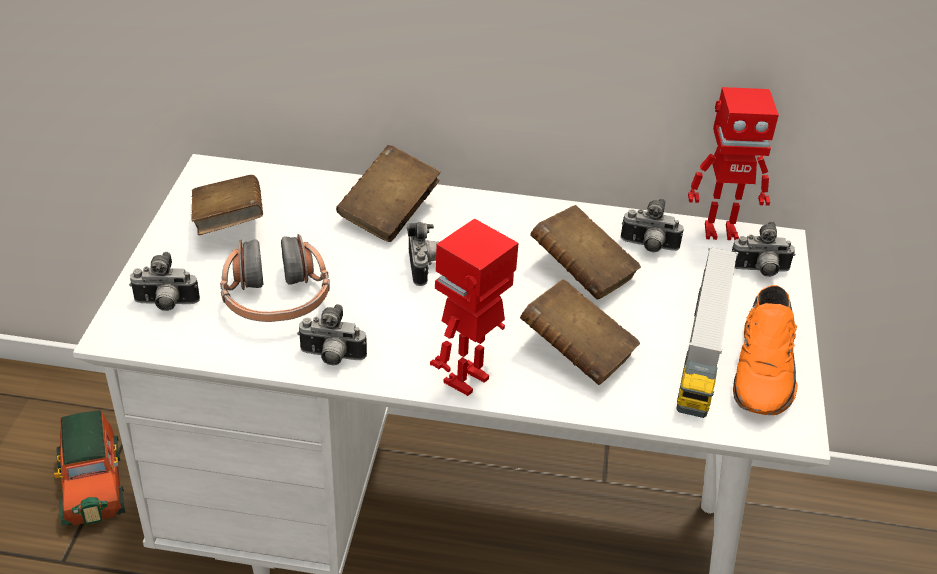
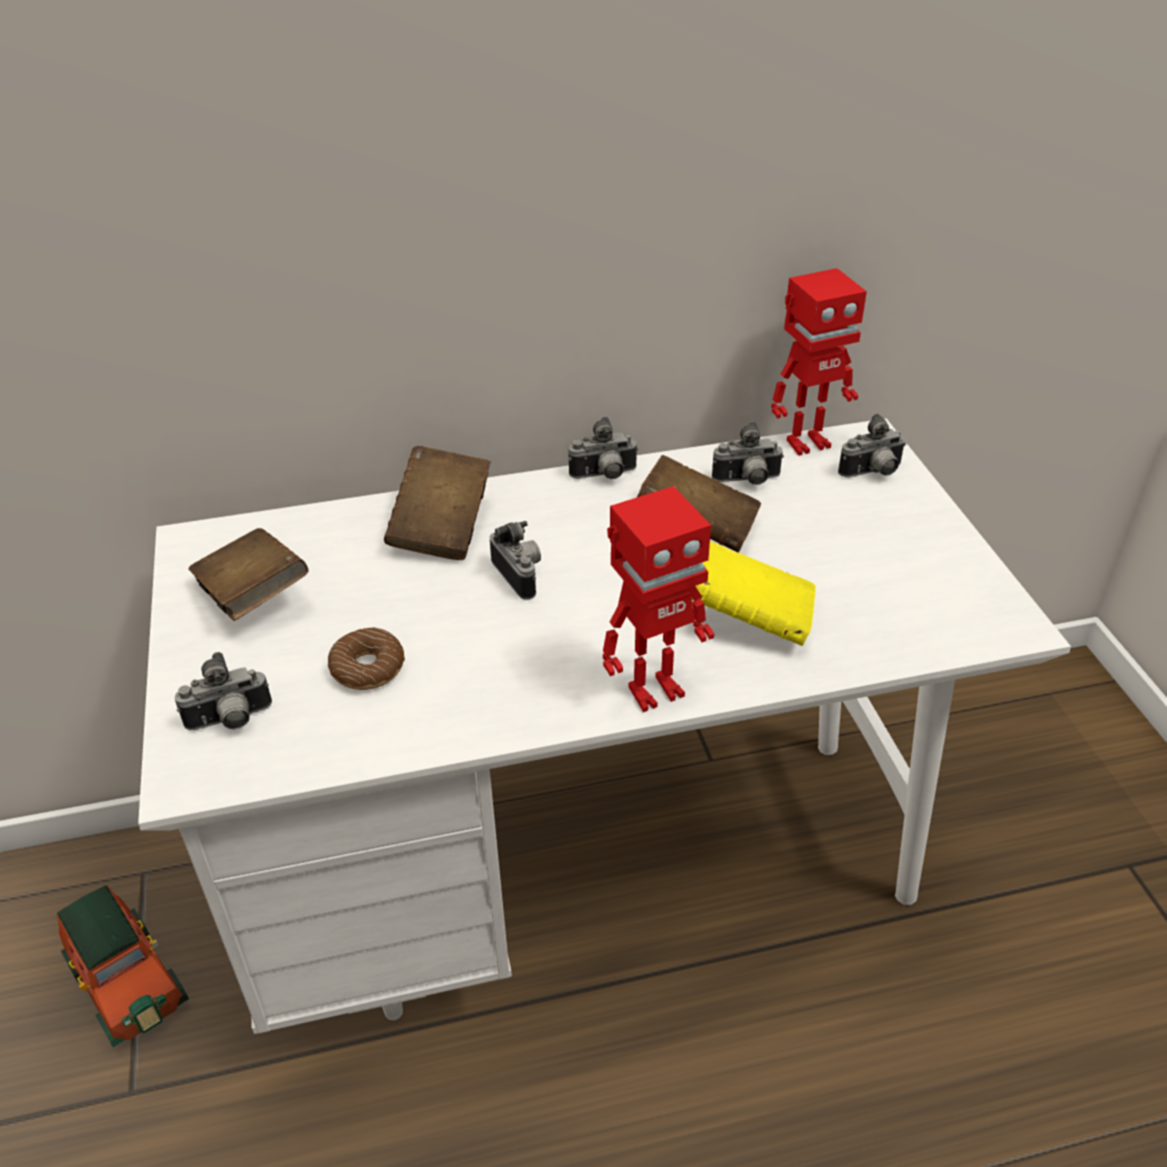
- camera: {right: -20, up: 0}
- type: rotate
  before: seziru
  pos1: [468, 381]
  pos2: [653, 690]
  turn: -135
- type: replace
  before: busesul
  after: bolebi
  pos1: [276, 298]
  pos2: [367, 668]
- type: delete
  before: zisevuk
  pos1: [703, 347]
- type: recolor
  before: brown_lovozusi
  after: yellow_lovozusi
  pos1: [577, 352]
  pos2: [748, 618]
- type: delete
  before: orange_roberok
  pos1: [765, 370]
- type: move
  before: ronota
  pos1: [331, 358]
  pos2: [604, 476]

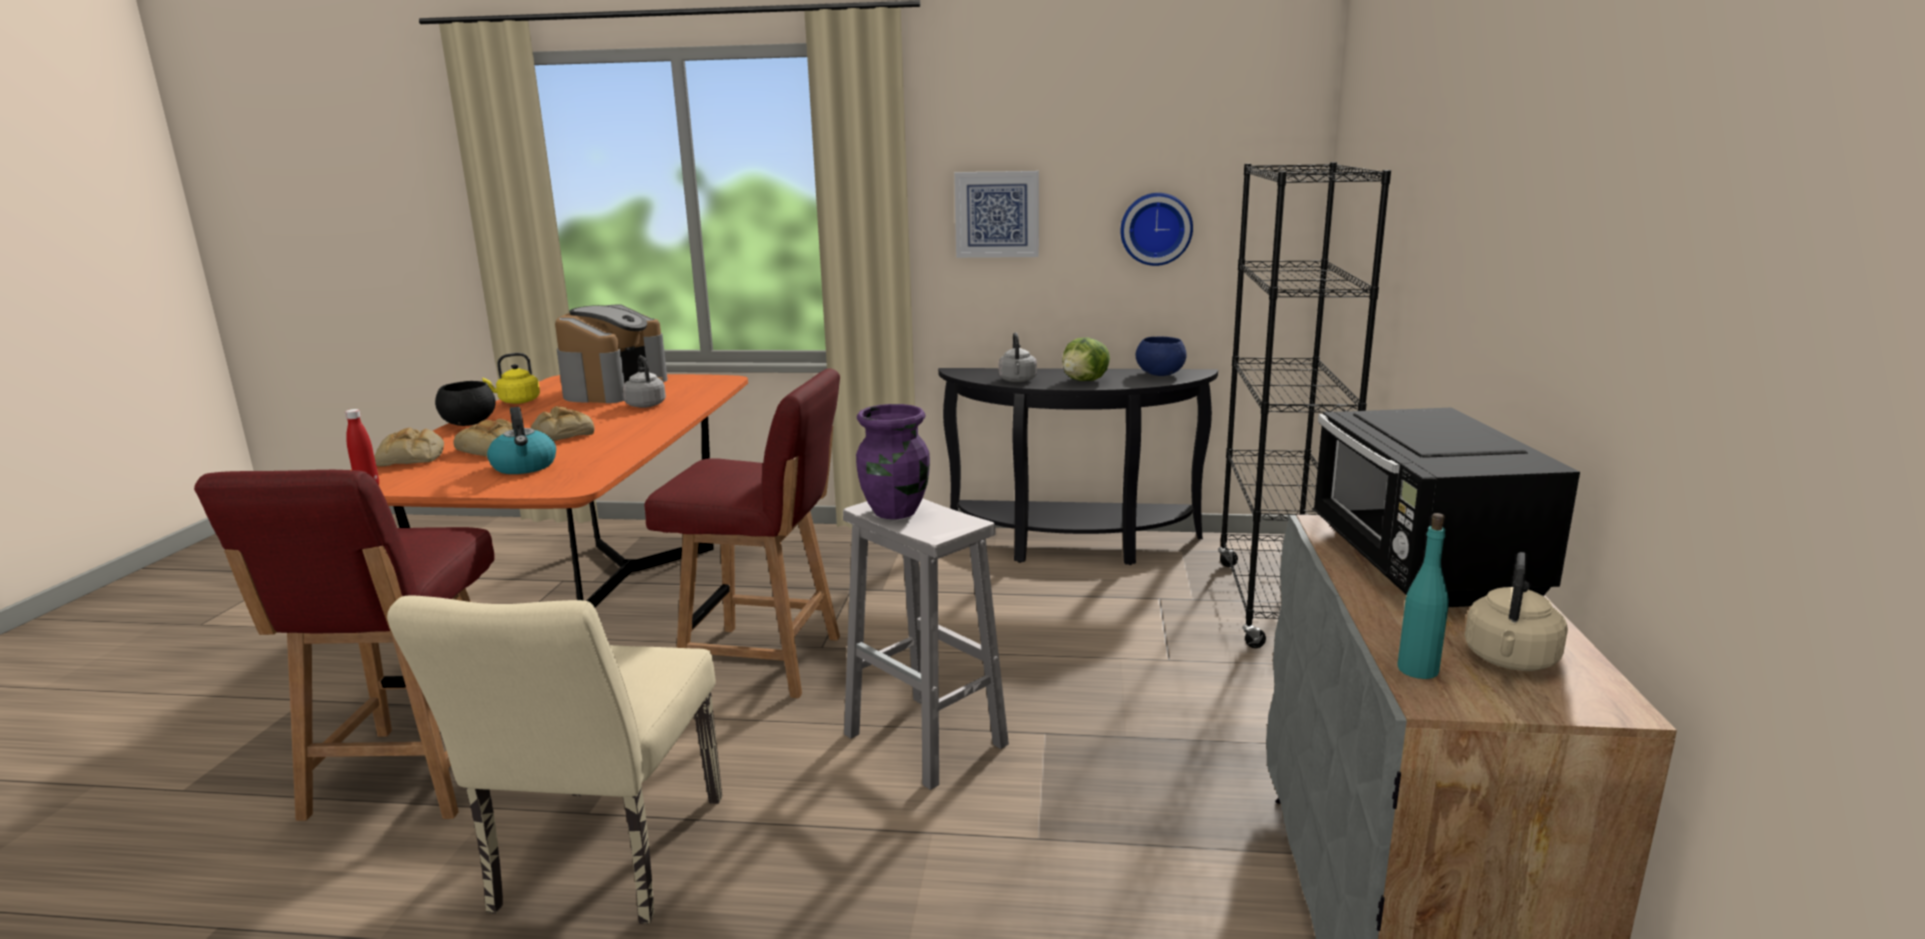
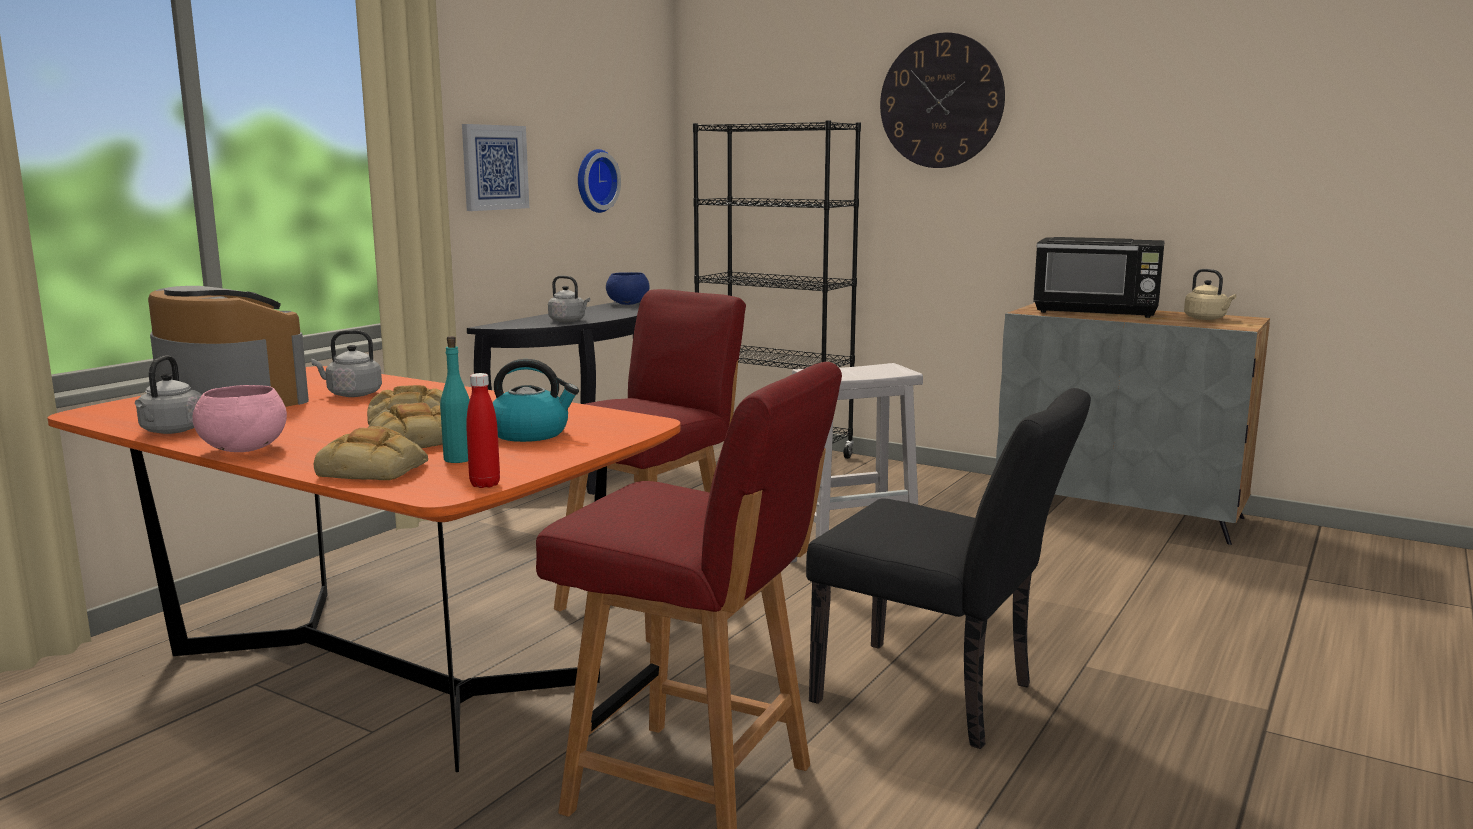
- camera: {right: -65, up: -5}
- type: delete
  before: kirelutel
  pos1: [1085, 381]
- type: recolor
  before: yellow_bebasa
  after: grey_bebasa
  pos1: [517, 401]
  pos2: [171, 431]
- type: recolor
  before: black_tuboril
  after: pink_tuboril
  pos1: [468, 424]
  pos2: [244, 449]
- type: delete
  before: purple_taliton
  pos1: [896, 512]
- type: move
  before: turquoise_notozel
  pos1: [1417, 669]
  pos2: [458, 459]
- type: recolor
  before: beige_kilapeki
  after: black_kilapeki
  pos1: [601, 864]
  pos2: [939, 697]
- type: insert
  after: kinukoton
  pos2: [941, 101]

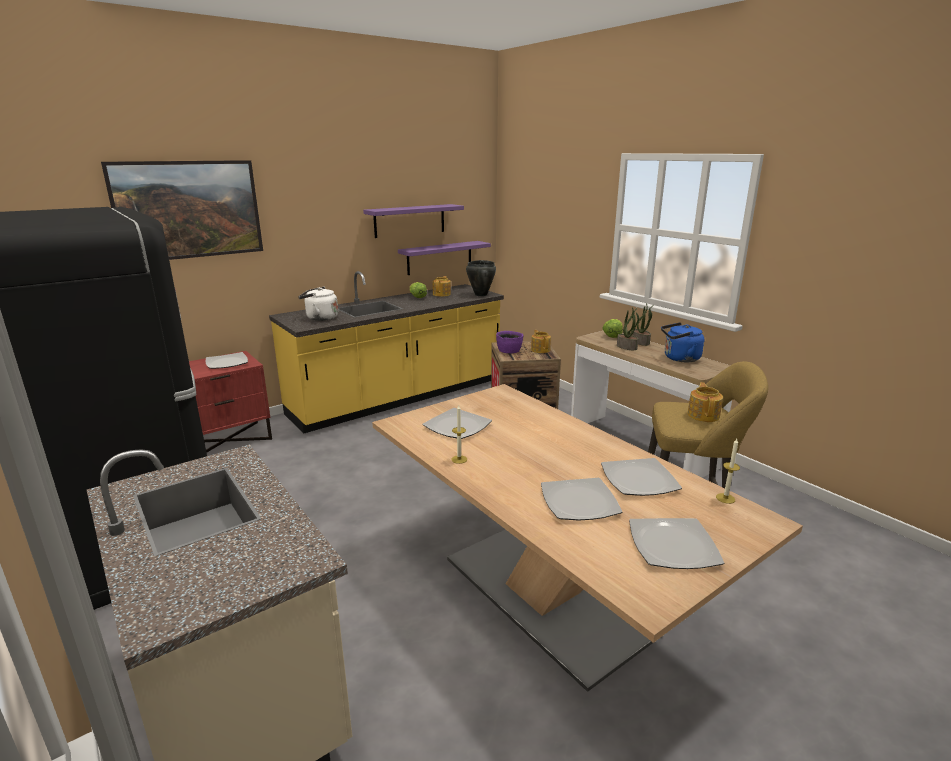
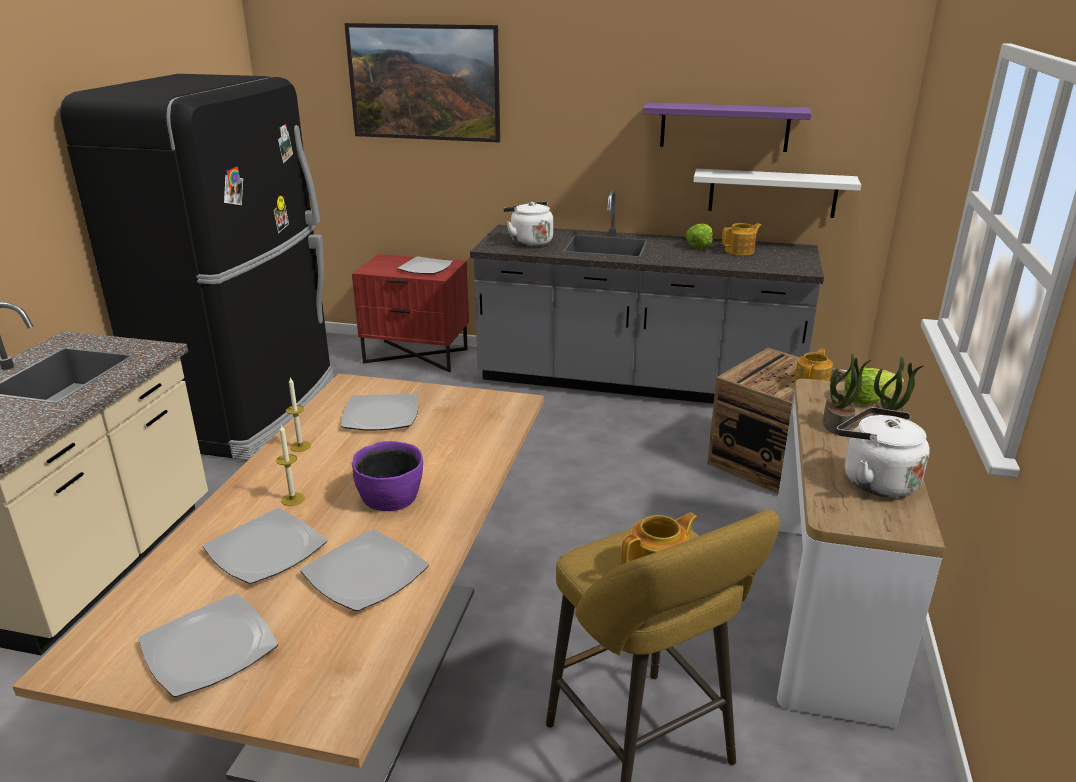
- camera: {right: 50, up: 5}
- type: recolor
  before: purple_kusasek
  after: white_kusasek
  pos1: [439, 257]
  pos2: [772, 193]
- type: delete
  before: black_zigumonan
  pos1: [480, 295]
- type: recolor
  before: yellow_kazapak
  after: grey_kazapak
  pos1: [398, 398]
  pos2: [637, 383]
- type: recolor
  before: blue_bebasa
  after: white_bebasa
  pos1: [679, 358]
  pos2: [874, 481]
- type: move
  before: purple_tuboril
  pos1: [509, 350]
  pos2: [391, 496]
- type: move
  before: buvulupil
  pos1: [725, 498]
  pos2: [292, 499]

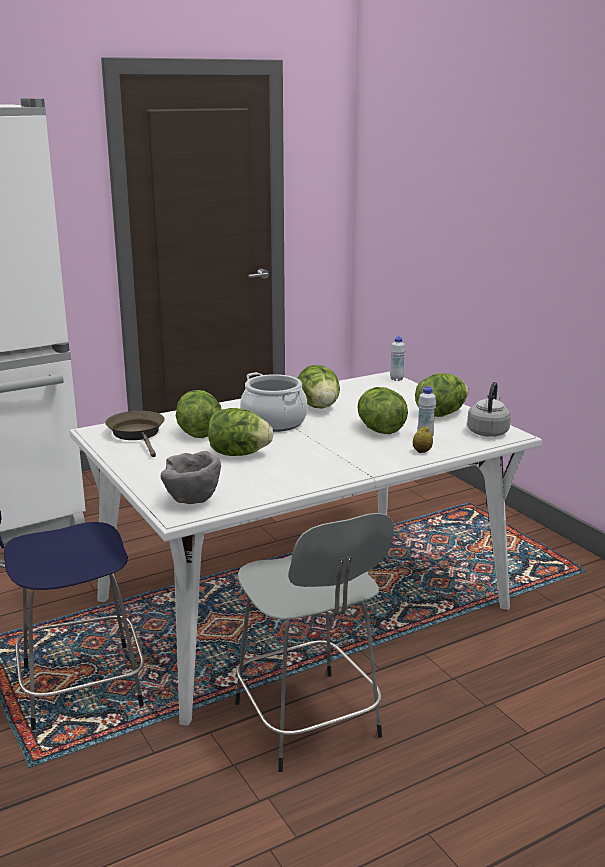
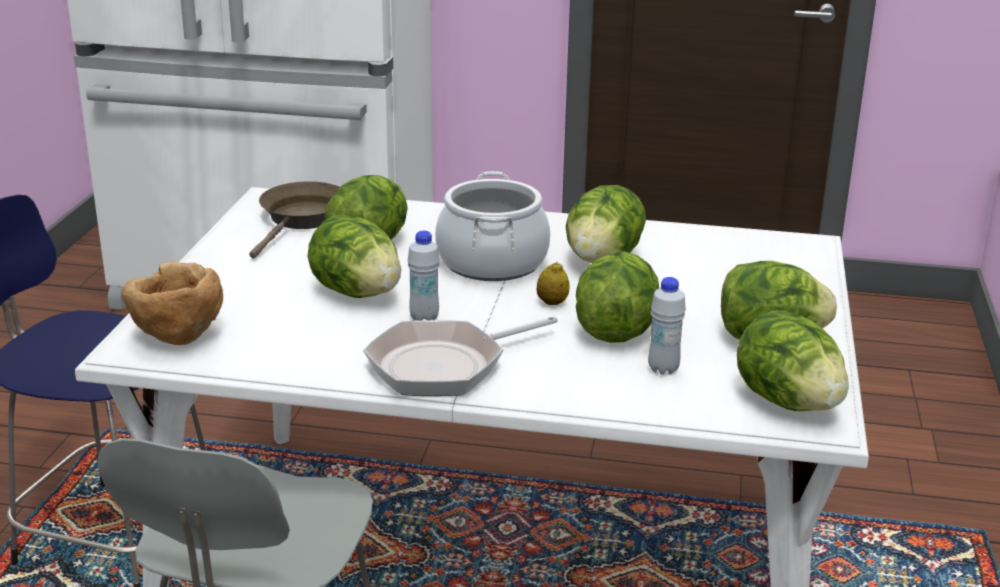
- camera: {right: 40, up: 5}
- type: move
  before: white_notozel
  pos1: [396, 379]
  pos2: [424, 317]
- type: replace
  before: grey_bebasa
  after: kirelutel
  pos1: [488, 431]
  pos2: [788, 402]
- type: move
  before: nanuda
  pos1: [422, 451]
  pos2: [552, 303]
- type: recolor
  before: grey_tuboril
  after: brown_tuboril
  pos1: [192, 501]
  pos2: [177, 338]
- type: insert
  after: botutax
  pos2: [445, 366]

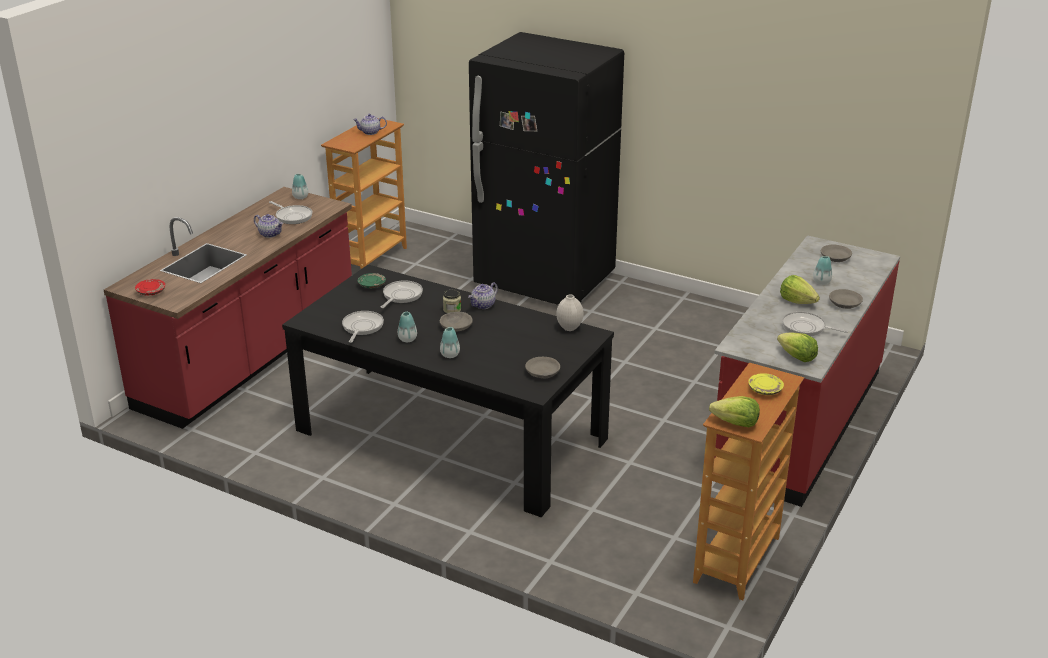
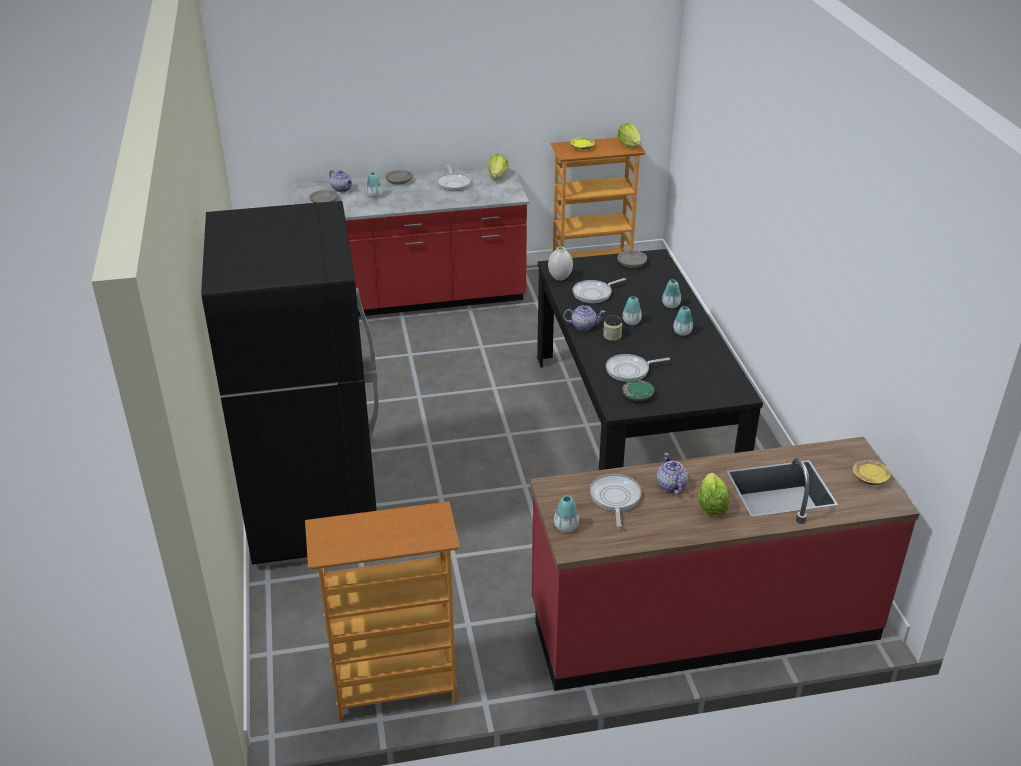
- camera: {right: -130, up: 5}
- type: move
  before: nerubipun
  pos1: [370, 132]
  pos2: [342, 189]
- type: move
  before: kirelutel
  pos1: [797, 301]
  pos2: [711, 505]
- type: recolor
  before: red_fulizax
  after: yellow_fulizax
  pos1: [151, 292]
  pos2: [869, 478]
- type: move
  before: botutax
  pos1: [362, 327]
  pos2: [594, 293]
- type: replace
  before: grey_tuboril
  after: taliton
  pos1: [456, 326]
  pos2: [631, 322]

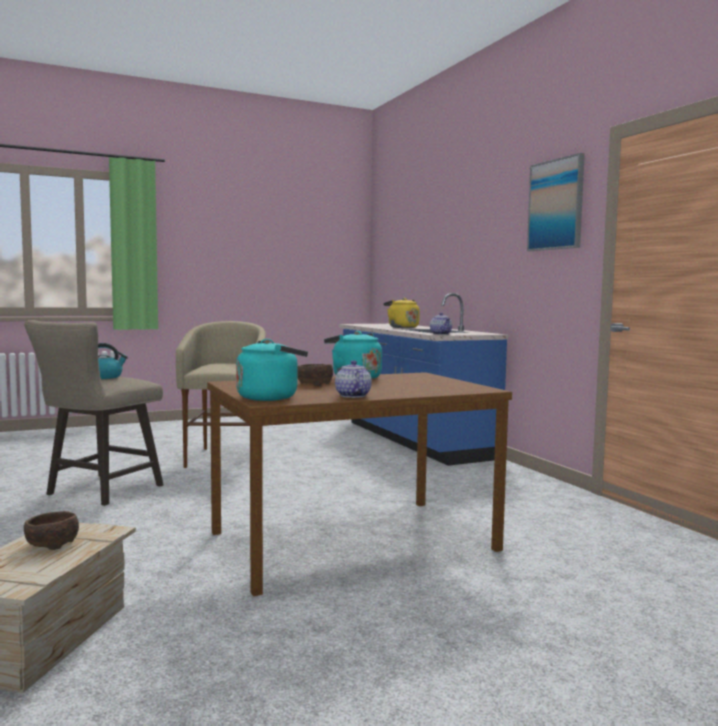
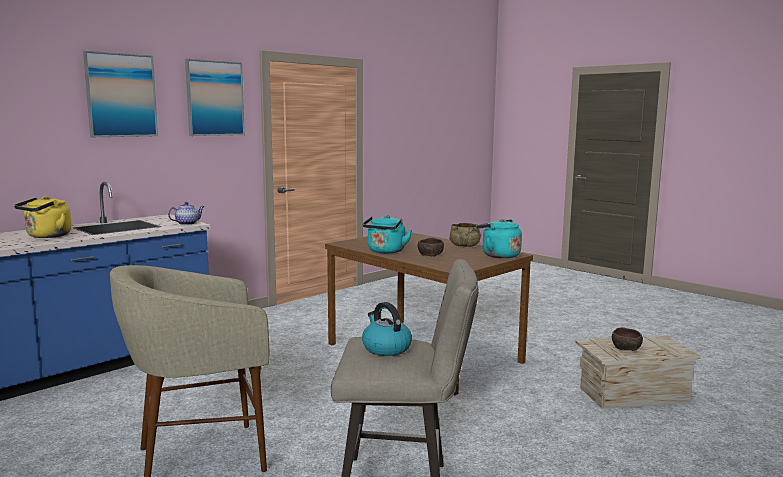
- camera: {right: -110, up: 5}
- type: replace
  before: nerubipun
  after: beige_tuboril
  pos1: [352, 395]
  pos2: [465, 246]
- type: insert
  after: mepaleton
  pos2: [121, 95]

